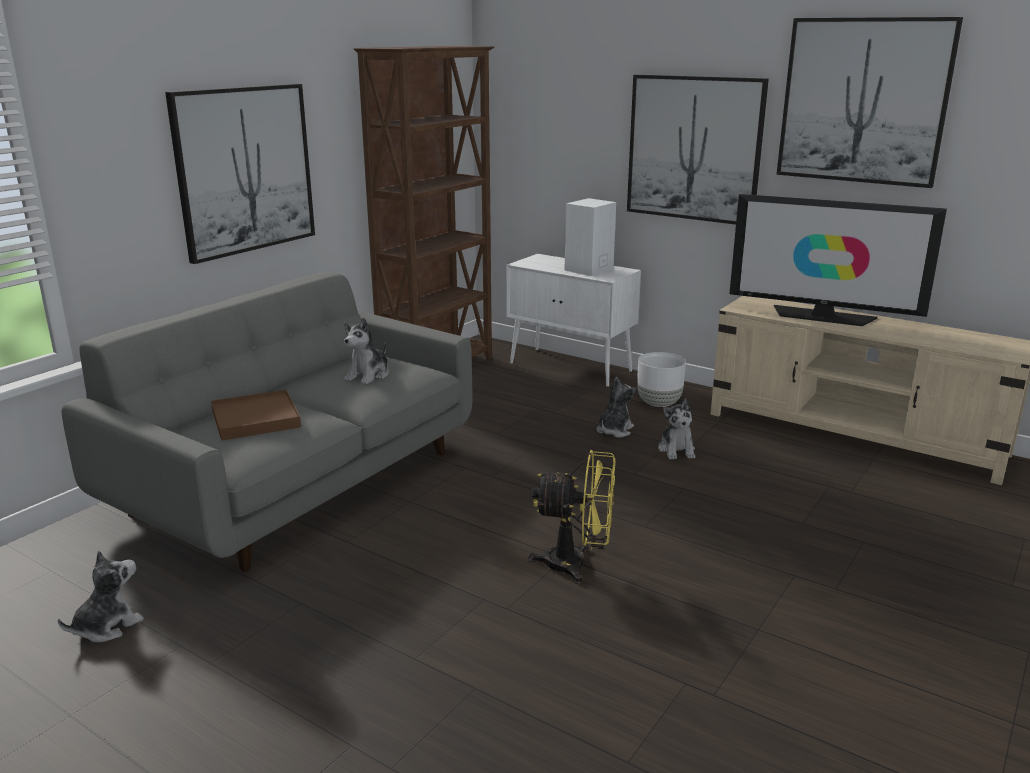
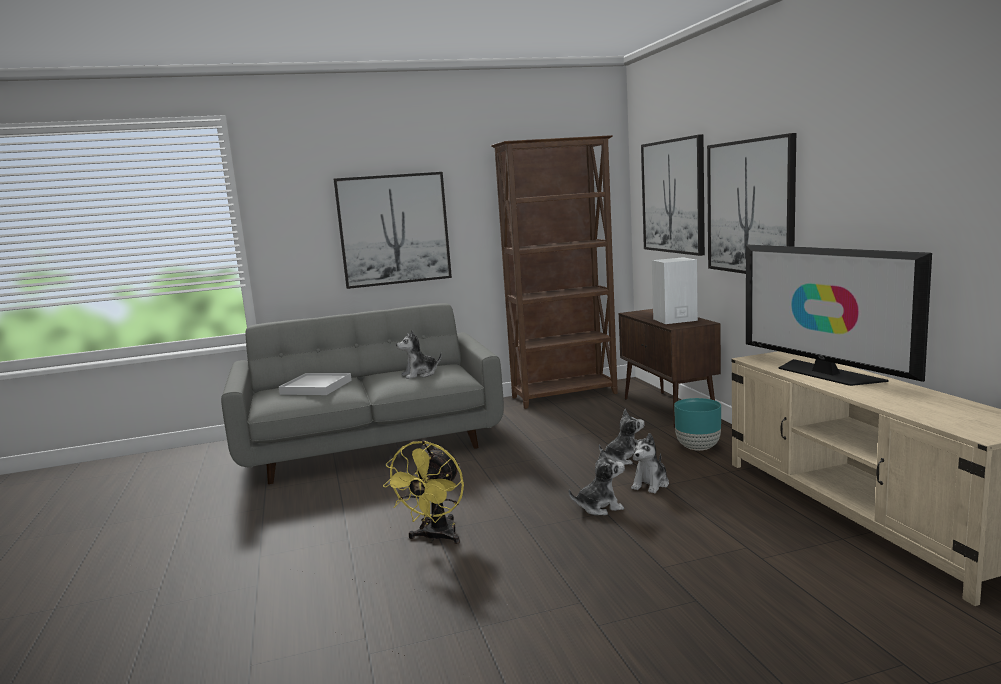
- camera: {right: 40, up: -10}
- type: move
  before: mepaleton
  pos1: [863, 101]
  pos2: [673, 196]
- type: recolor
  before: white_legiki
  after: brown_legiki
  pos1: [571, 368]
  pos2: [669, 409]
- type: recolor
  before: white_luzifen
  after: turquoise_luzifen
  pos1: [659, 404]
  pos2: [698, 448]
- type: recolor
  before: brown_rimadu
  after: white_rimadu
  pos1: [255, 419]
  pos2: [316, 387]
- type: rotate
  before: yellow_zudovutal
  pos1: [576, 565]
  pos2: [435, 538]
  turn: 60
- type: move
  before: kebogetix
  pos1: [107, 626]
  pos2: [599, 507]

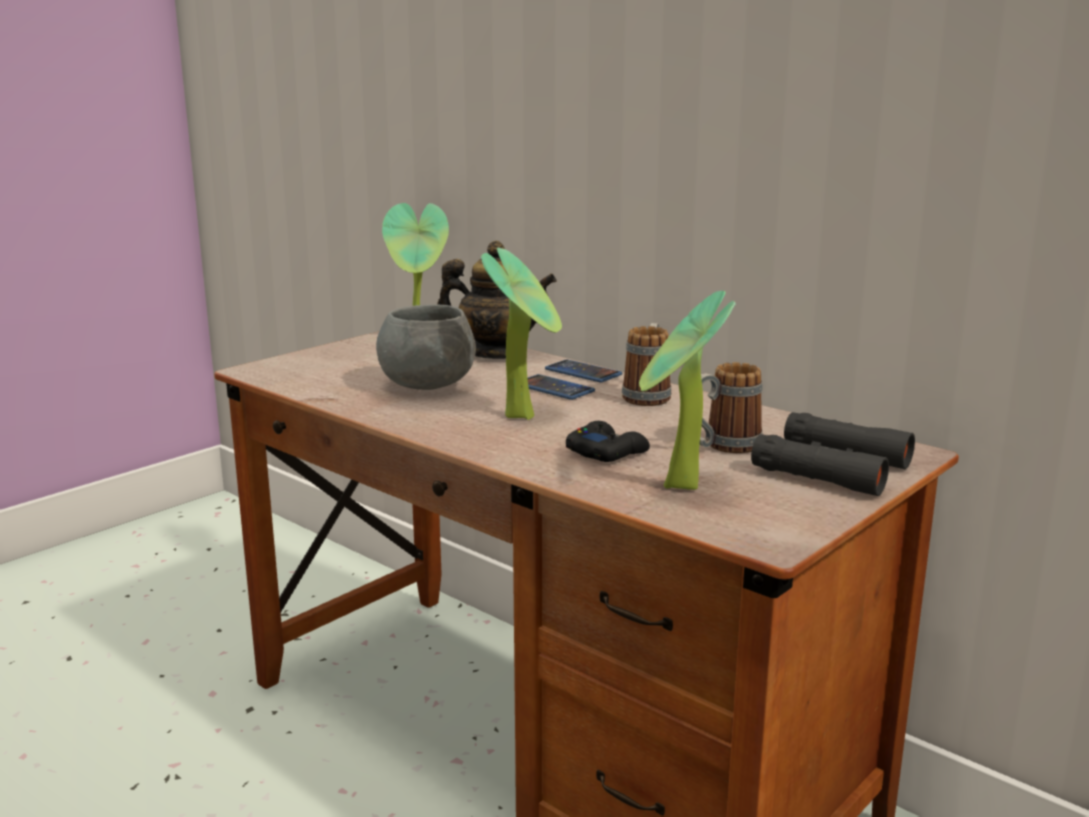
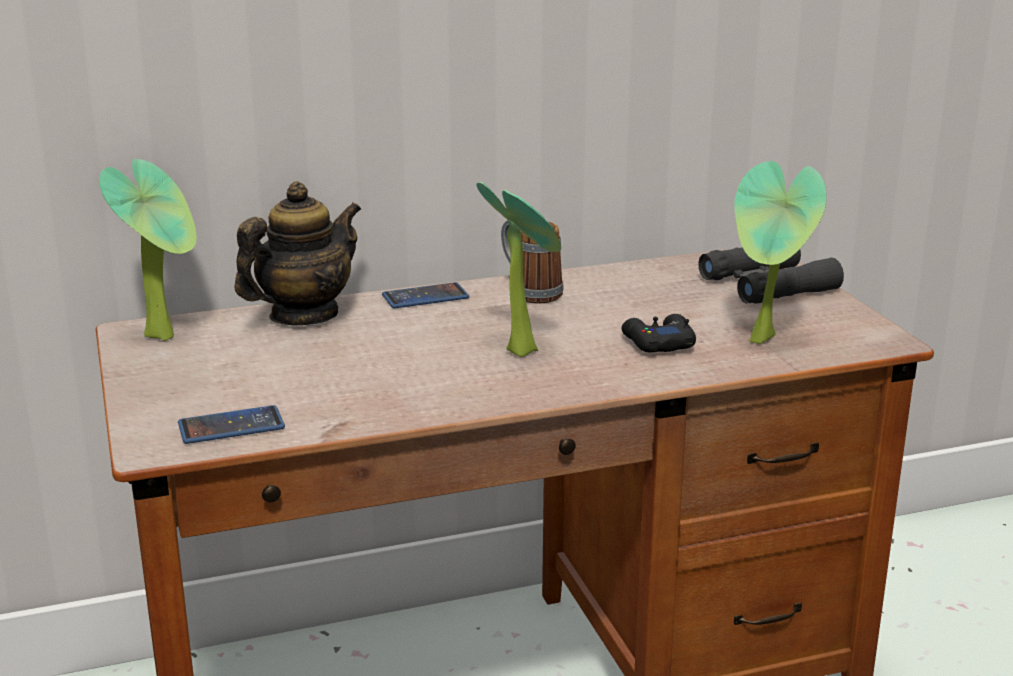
- camera: {right: -60, up: 5}
- type: delete
  before: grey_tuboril
  pos1: [428, 385]
- type: delete
  before: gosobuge
  pos1: [722, 446]
- type: move
  before: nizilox
  pos1: [554, 388]
  pos2: [231, 426]

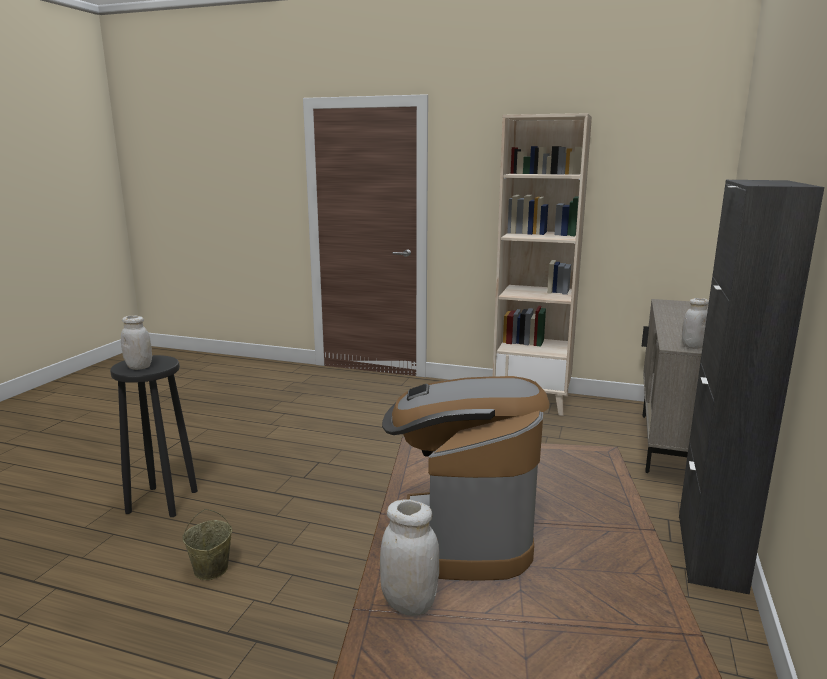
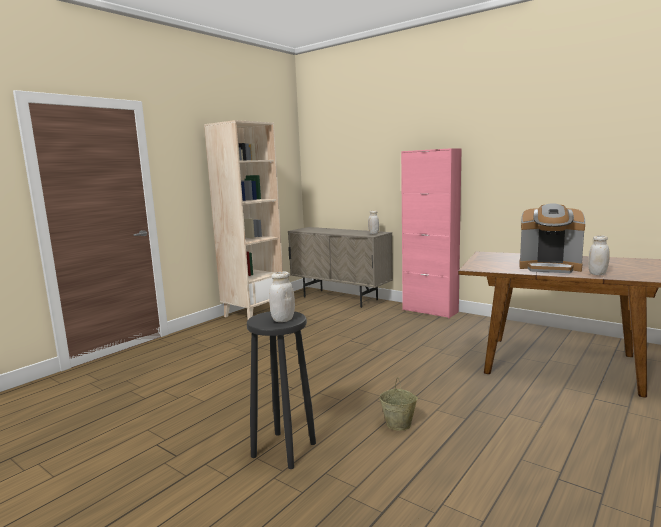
- camera: {right: -70, up: -5}
- type: recolor
  before: black_legiki
  after: pink_legiki
  pos1: [710, 552]
  pos2: [430, 311]

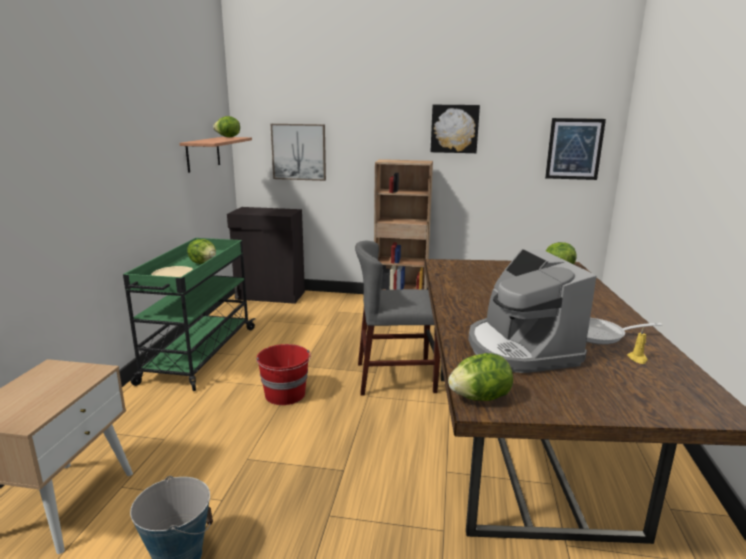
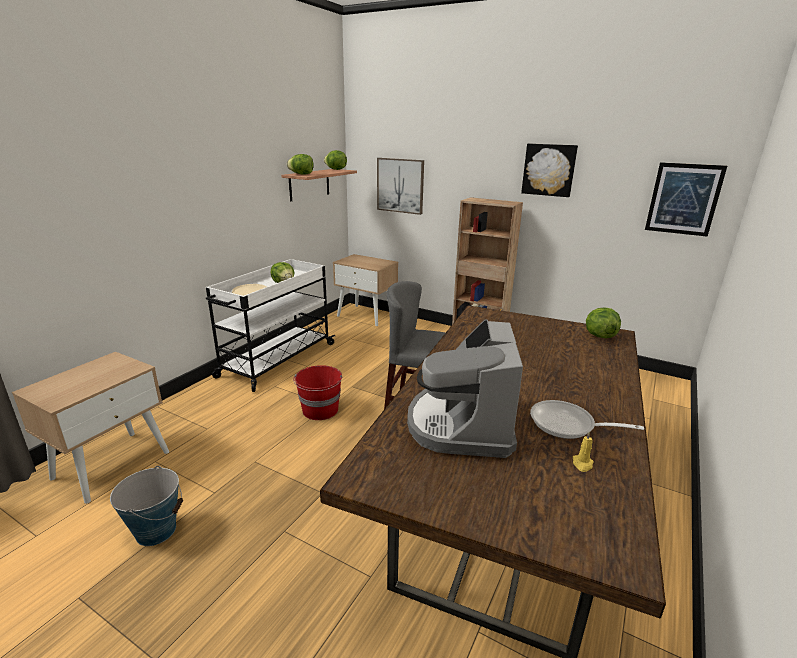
- camera: {right: 20, up: 5}
- type: replace
  before: black_legiki
  after: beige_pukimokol
  pos1: [270, 296]
  pos2: [366, 315]
- type: recolor
  before: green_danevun
  after: white_danevun
  pos1: [199, 355]
  pos2: [276, 360]
- type: move
  before: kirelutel
  pos1: [480, 398]
  pos2: [301, 174]

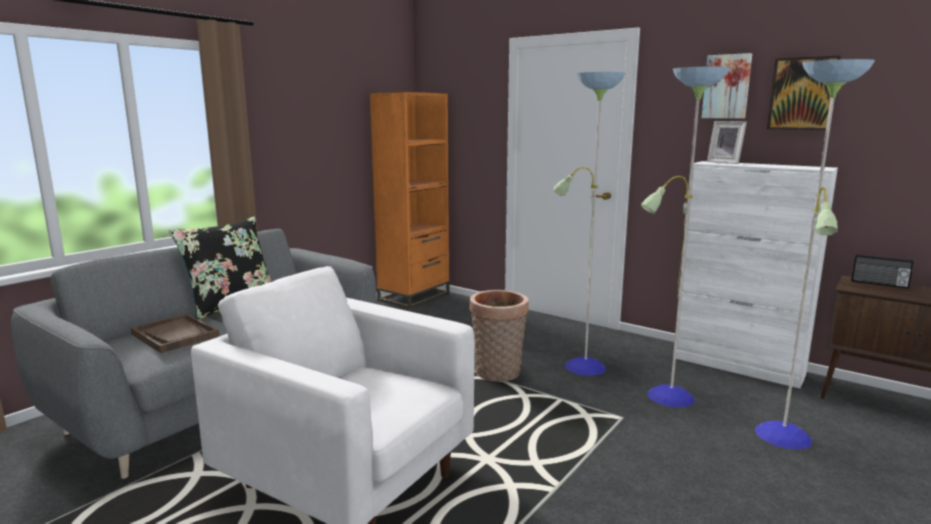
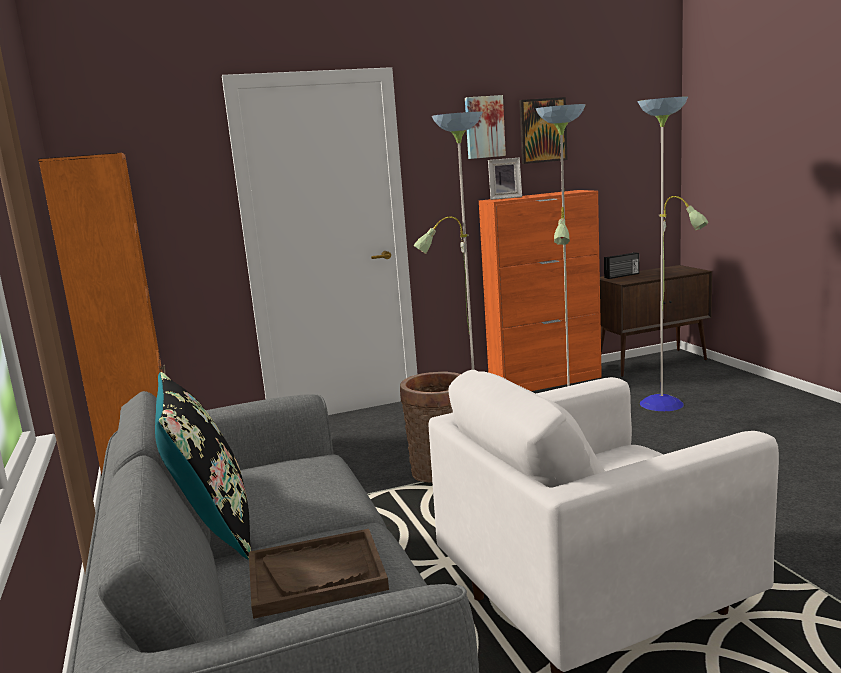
- camera: {right: -55, up: 0}
- type: recolor
  before: white_legiki
  after: orange_legiki
  pos1: [738, 366]
  pos2: [546, 382]

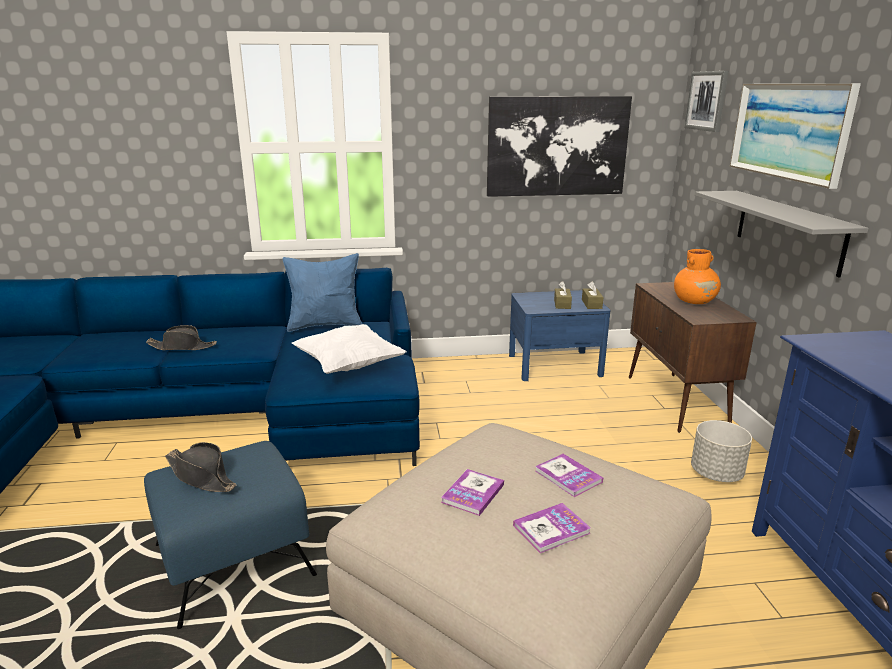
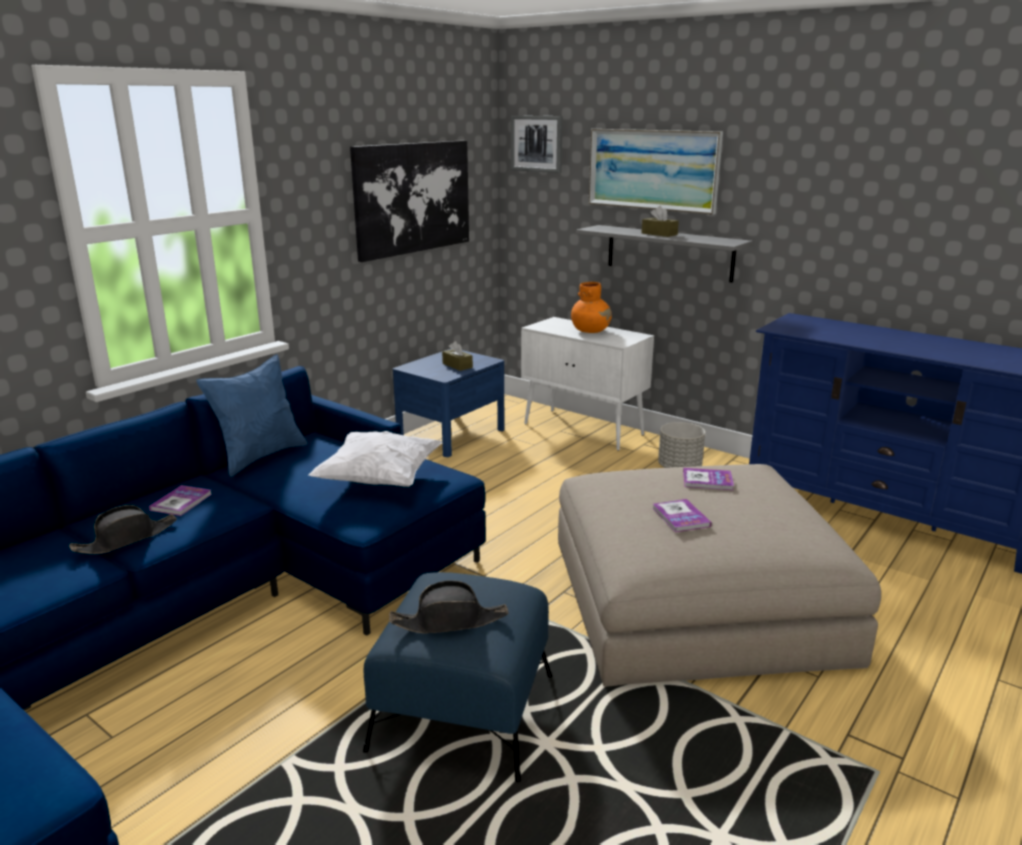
- camera: {right: -45, up: 0}
- type: move
  before: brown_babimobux
  pos1: [591, 304]
  pos2: [659, 234]
- type: recolor
  before: brown_legiki
  after: white_legiki
  pos1: [676, 402]
  pos2: [584, 429]
- type: move
  before: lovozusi
  pos1: [551, 529]
  pos2: [181, 502]

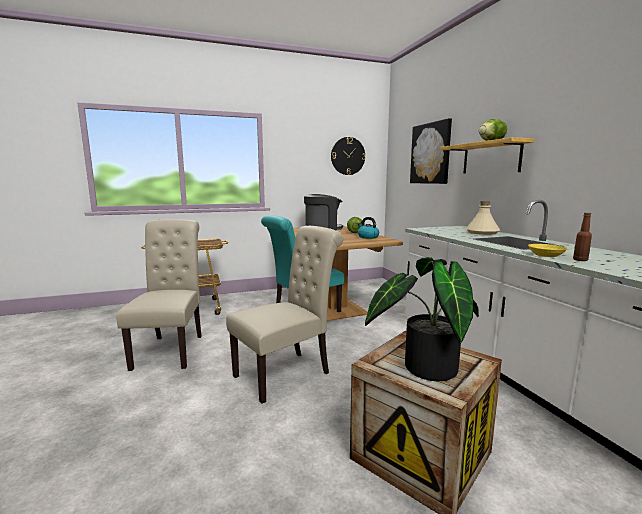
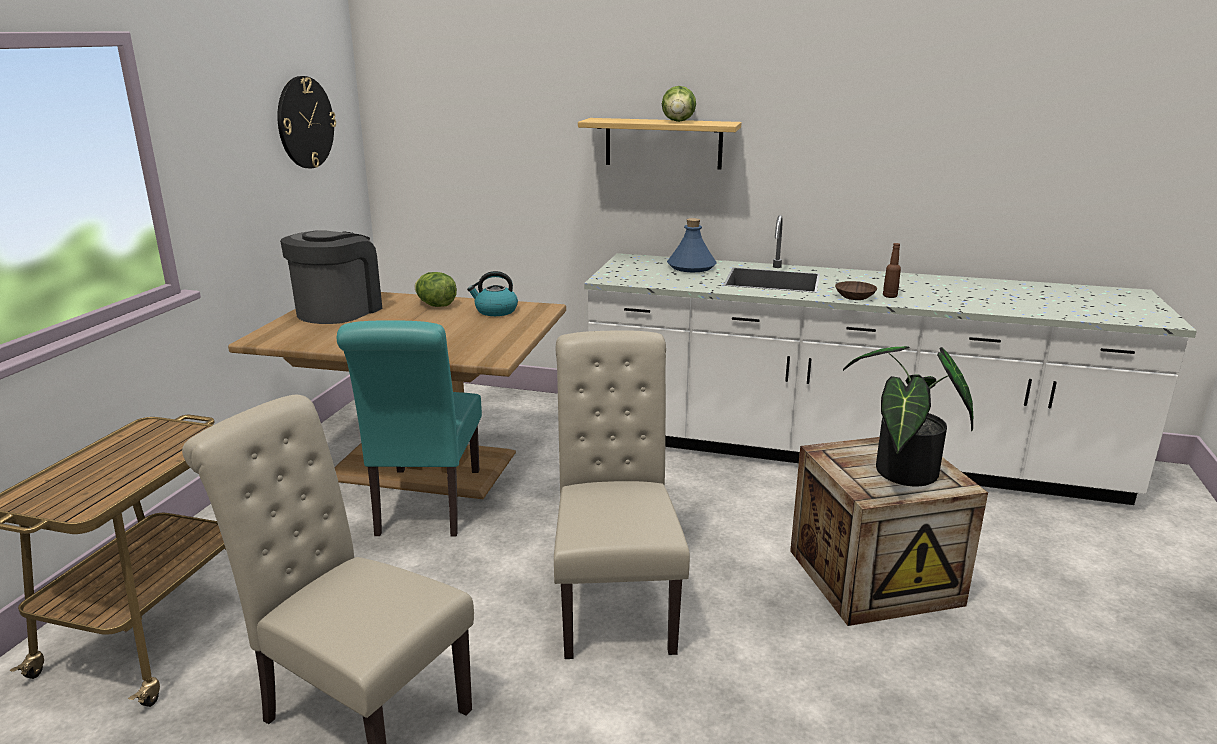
- camera: {right: -55, up: 10}
- type: delete
  before: mepaleton
  pos1: [430, 153]
- type: recolor
  before: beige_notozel
  after: blue_notozel
  pos1: [482, 232]
  pos2: [691, 267]
- type: recolor
  before: yellow_tuboril
  after: brown_tuboril
  pos1: [546, 255]
  pos2: [855, 296]

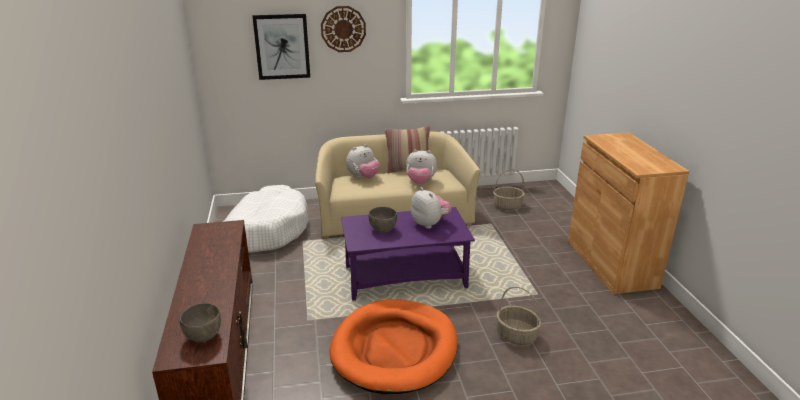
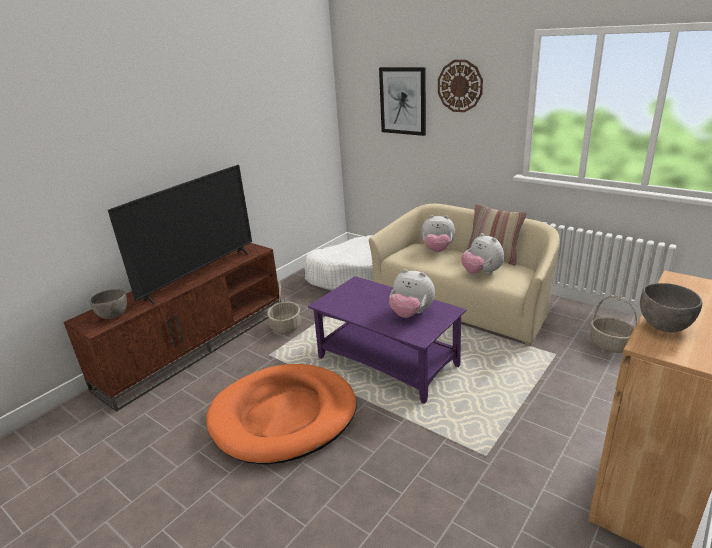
- camera: {right: 50, up: 0}
- type: rotate
  before: kebogetix
  pos1: [430, 224]
  pos2: [411, 313]
  turn: 105
- type: move
  before: grey_tuboril
  pos1: [382, 229]
  pos2: [664, 325]
- type: move
  before: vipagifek
  pos1: [516, 335]
  pos2: [285, 326]
- type: insert
  after: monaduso
  pos2: [200, 275]

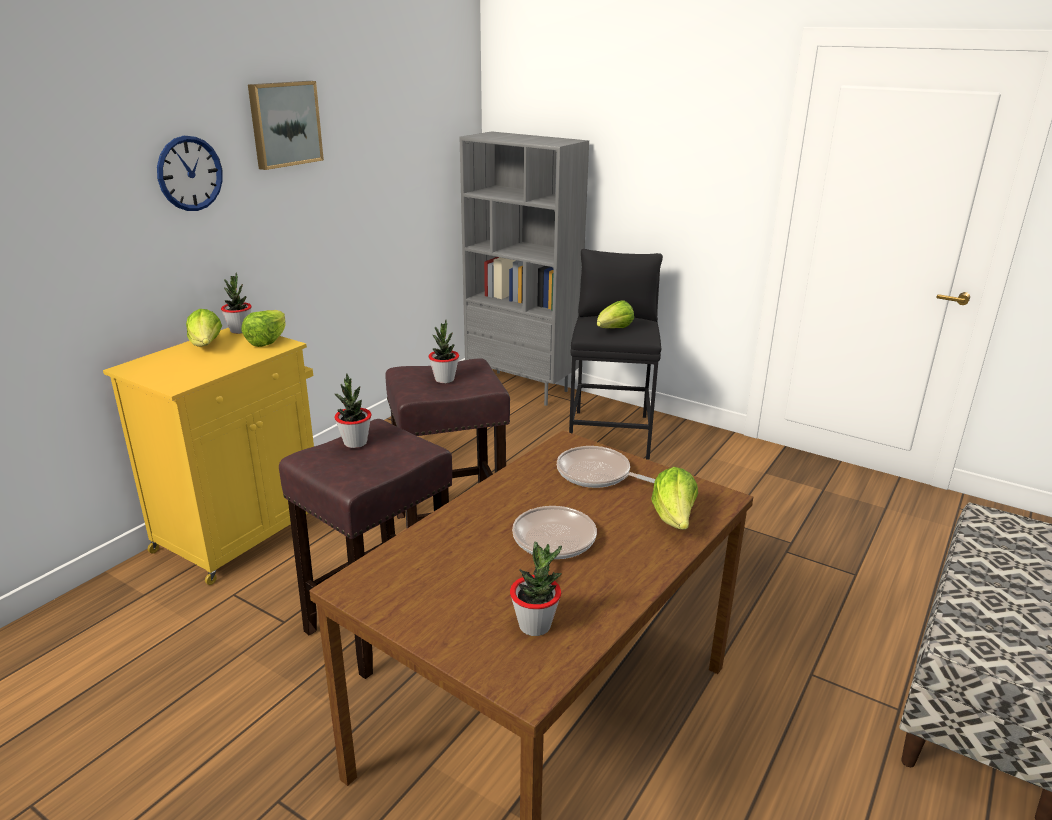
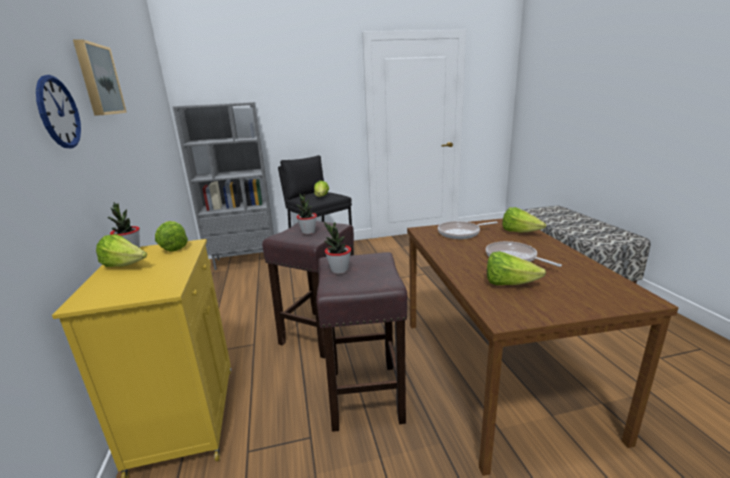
- camera: {right: -45, up: -5}
- type: delete
  before: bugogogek
  pos1: [535, 625]
- type: insert
  after: kirelutel
  pos2: [508, 284]

